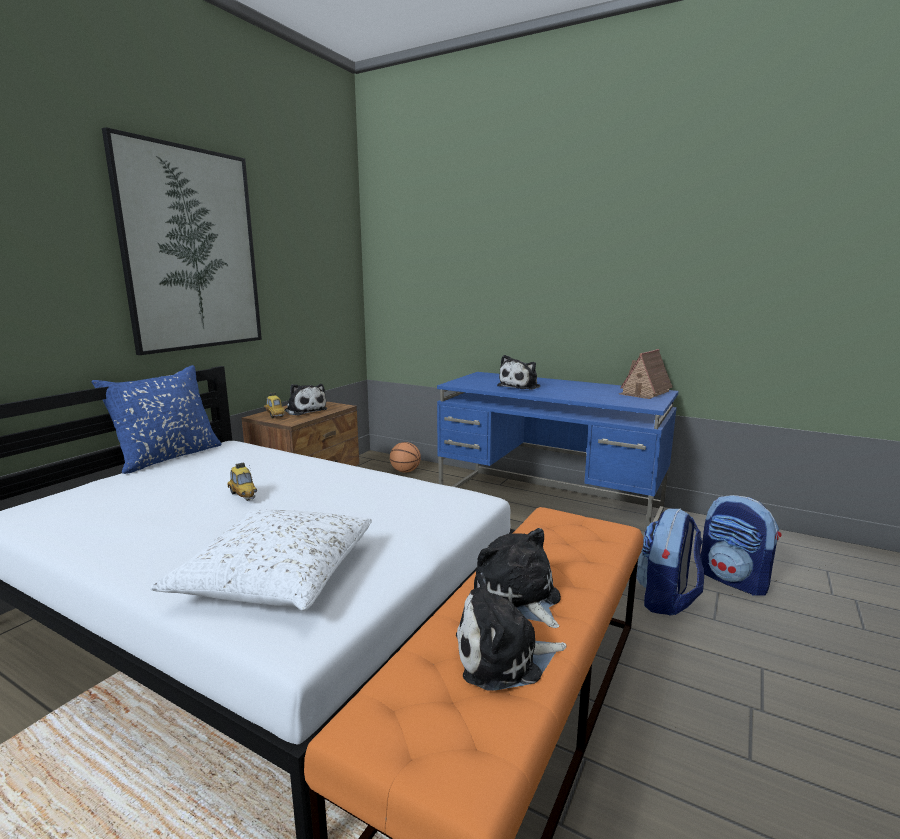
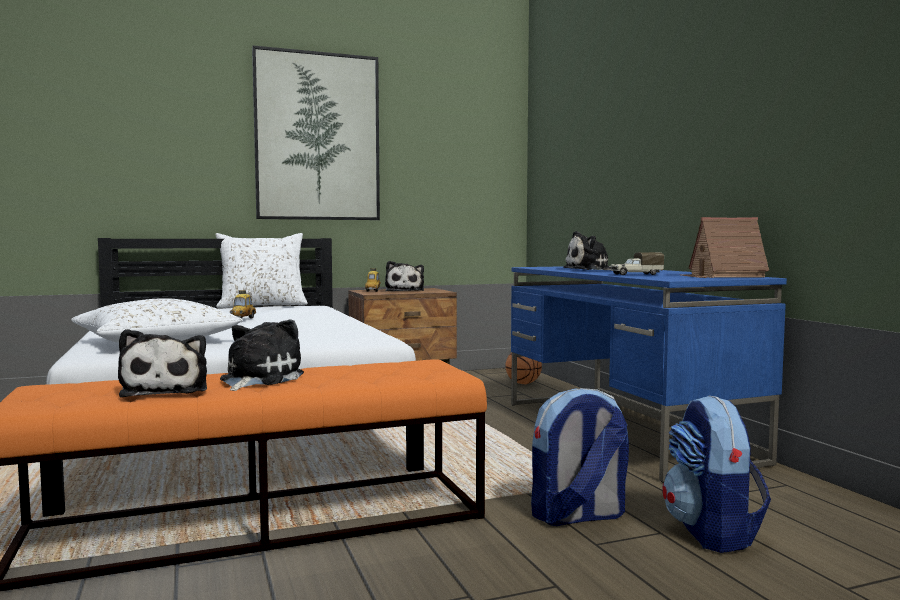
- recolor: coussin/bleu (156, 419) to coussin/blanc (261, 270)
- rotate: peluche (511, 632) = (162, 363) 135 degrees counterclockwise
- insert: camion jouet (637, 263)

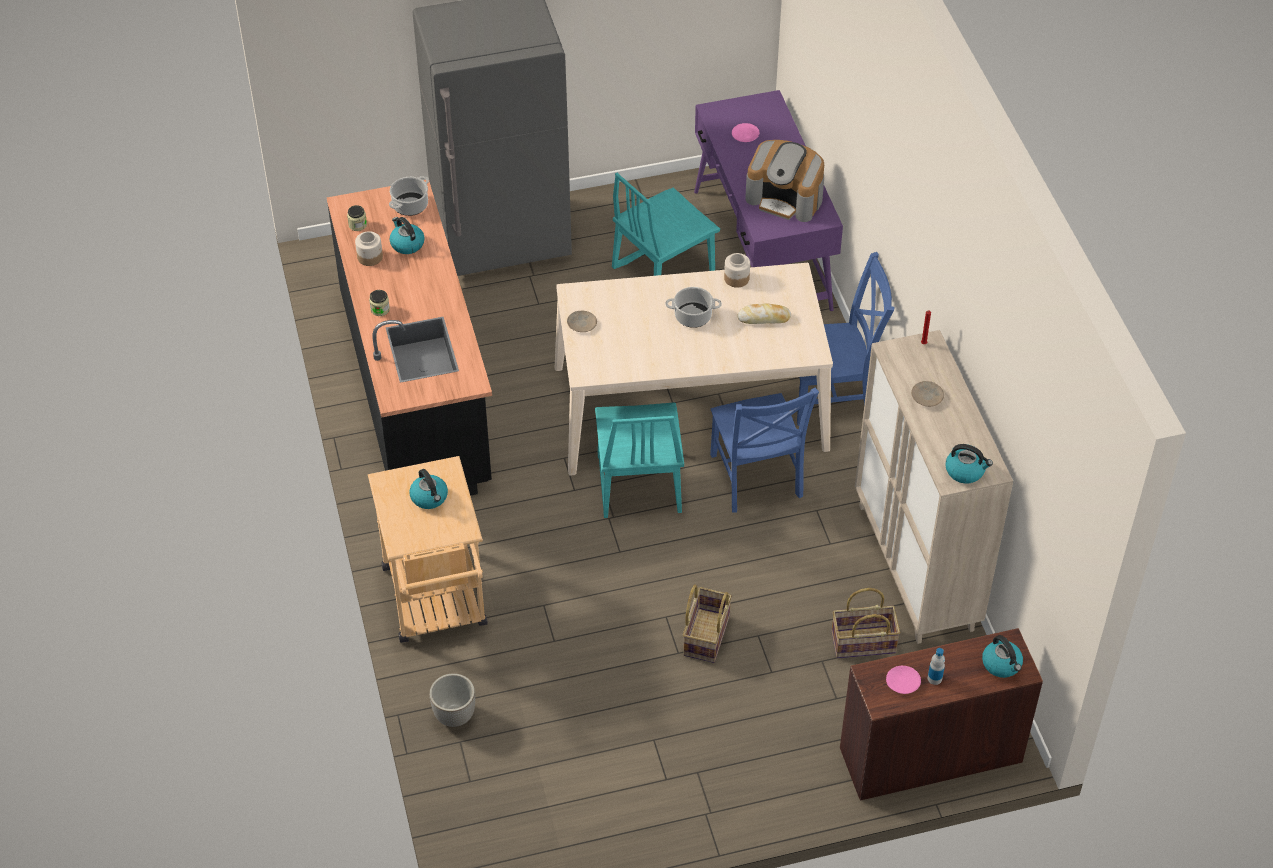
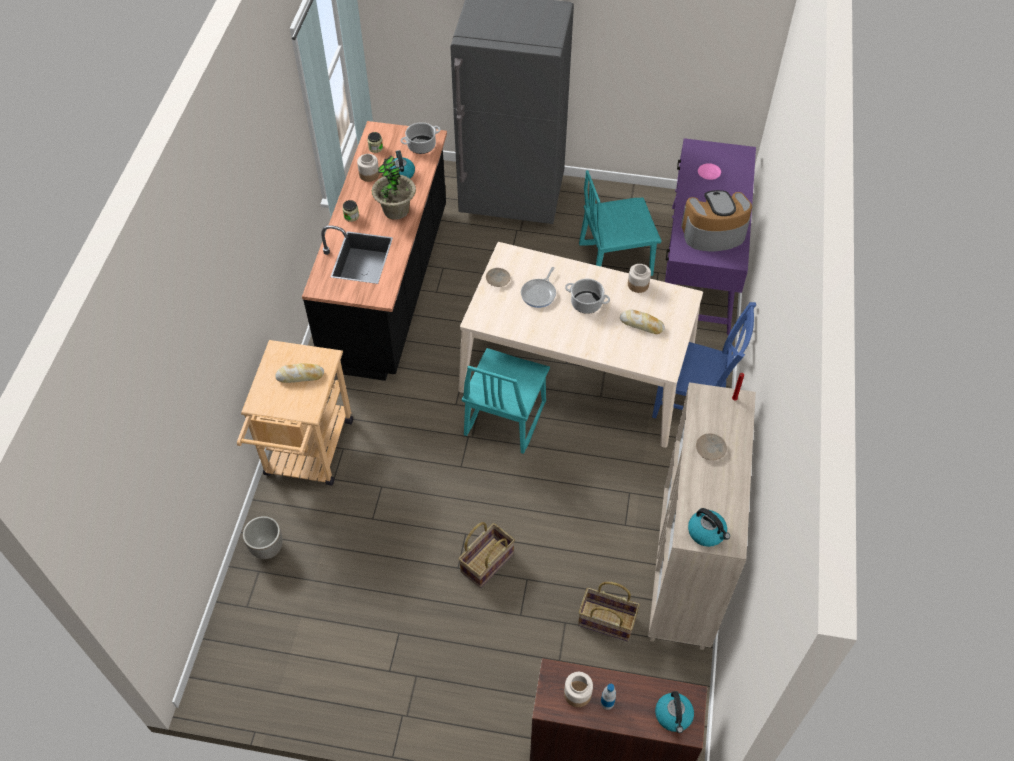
- rotate: machine à café (784, 181) = (716, 220) 120 degrees clockwise
- delete: chaise/bleu (764, 450)
- replace: bouilloire (428, 489) to pain (299, 373)
- replace: assiette/rose (903, 680) to bocal (578, 689)
- insert: plante en pot (394, 188)
- insert: poêle (538, 287)

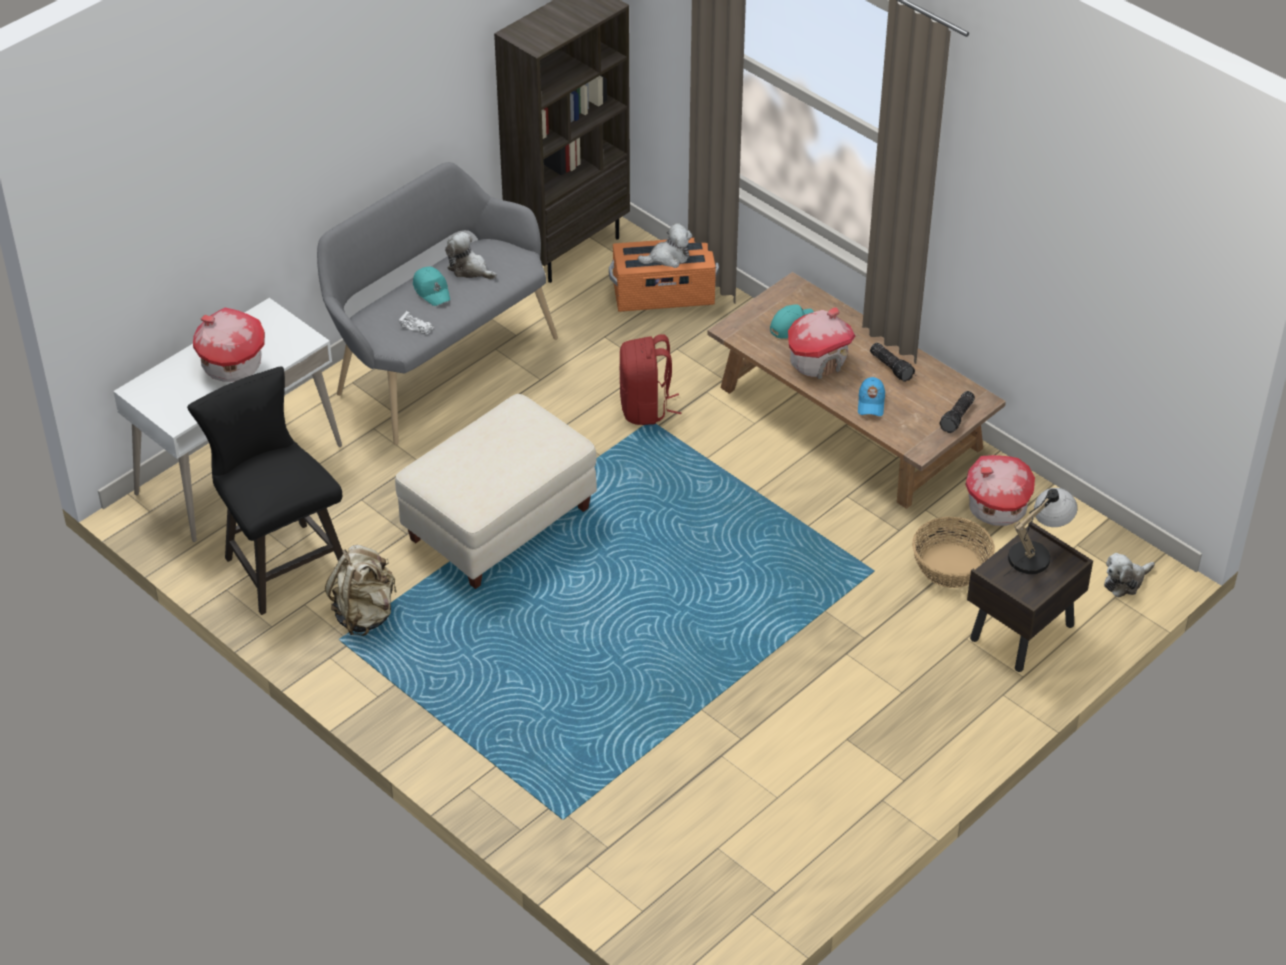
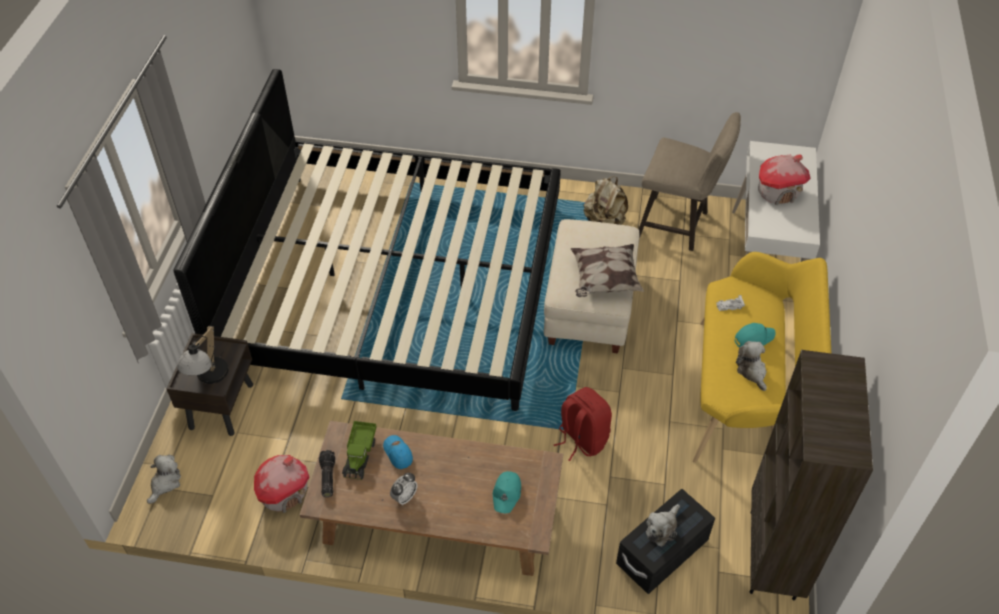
- recolor: banc/gris (437, 303) to banc/jaune (762, 357)
- rotate: peluche (471, 255) = (751, 366) 105 degrees counterclockwise
- recolor: boîte de rangement/orange (664, 275) to boîte de rangement/noir (665, 541)
- rotate: casquette/turquoise (431, 286) = (755, 335) 135 degrees clockwise
- delete: maison miniature (821, 343)
- replace: lampe de poche (892, 362) to réveil (403, 489)
- recolor: tabouret/noir (265, 490) to tabouret/beige (690, 181)
- delete: panier (953, 552)
- insert: lit (367, 240)
- insert: coussin (607, 270)
- insert: camion jouet (359, 450)

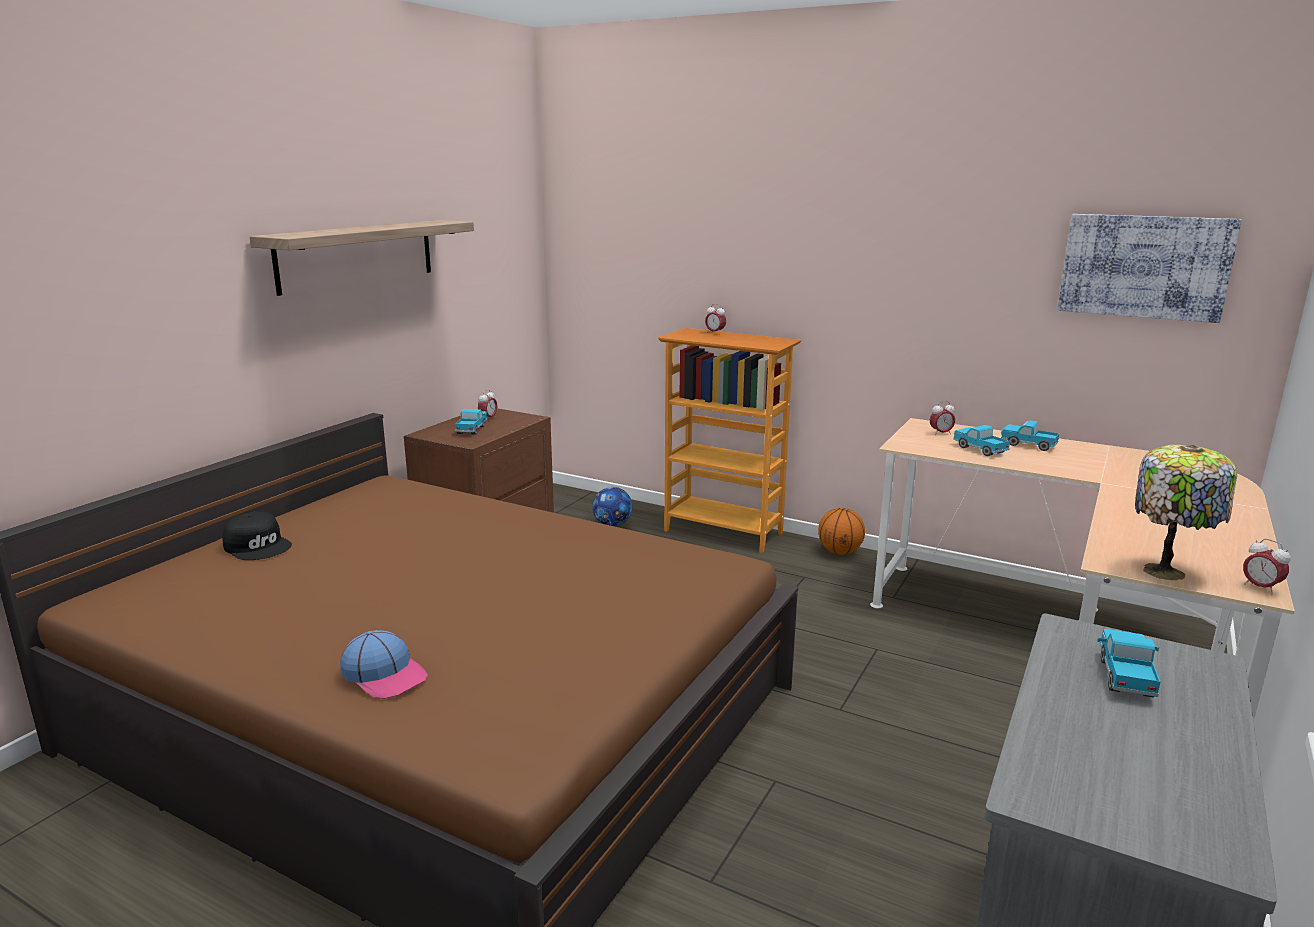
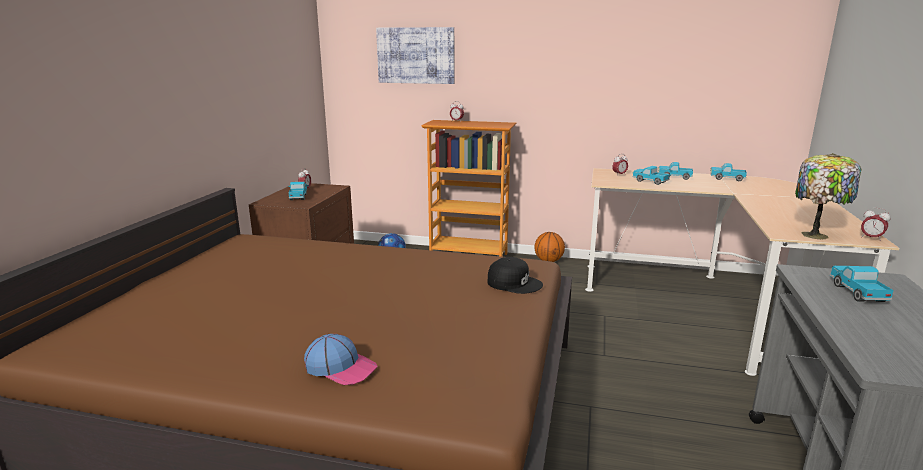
- move: tableau (1150, 268) to (415, 55)
- delete: étagère (362, 258)
- move: casquette/noir (257, 536) to (515, 275)
- insert: camion jouet (728, 172)

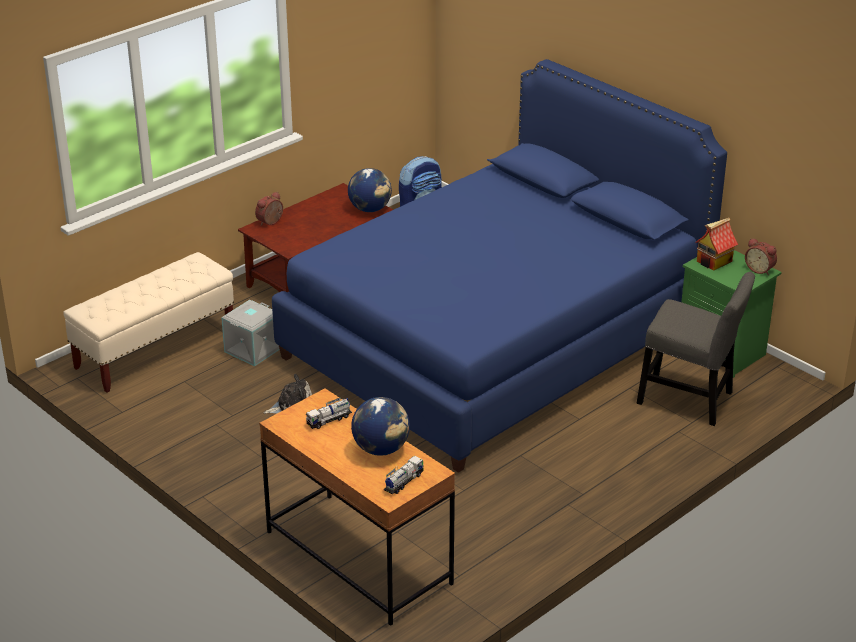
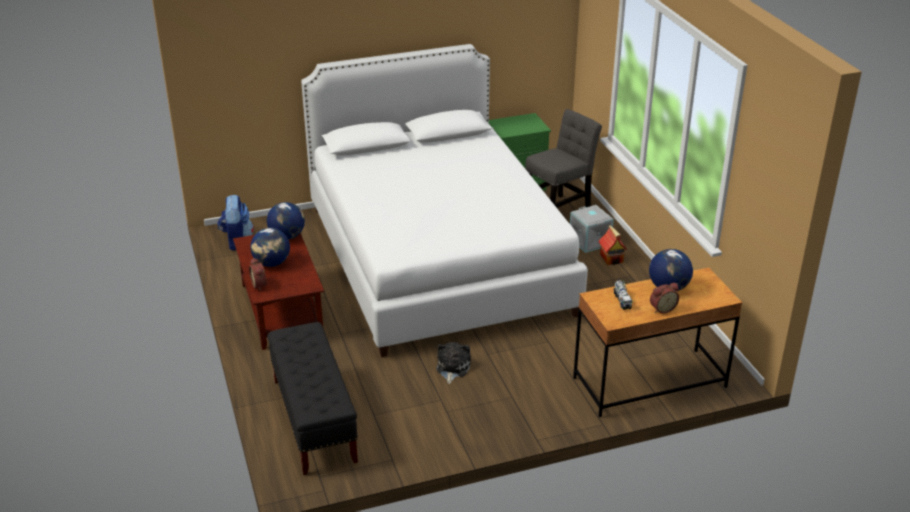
- recolor: lit/bleu (499, 266) to lit/blanc (444, 200)
- move: maison miniature (717, 244) to (612, 245)
- move: réveil (761, 256) to (664, 298)
- recolor: banc/beige (148, 322) to banc/noir (312, 398)
- move: boîte de rangement/gris (250, 333) to (592, 229)
- delete: camion jouet (404, 475)
- insert: globe (270, 247)

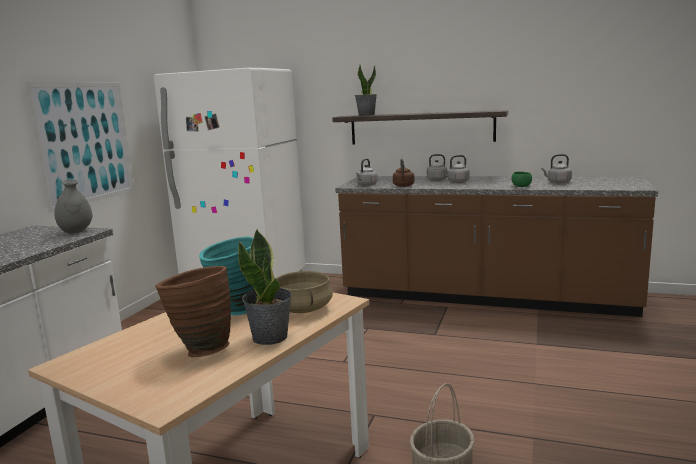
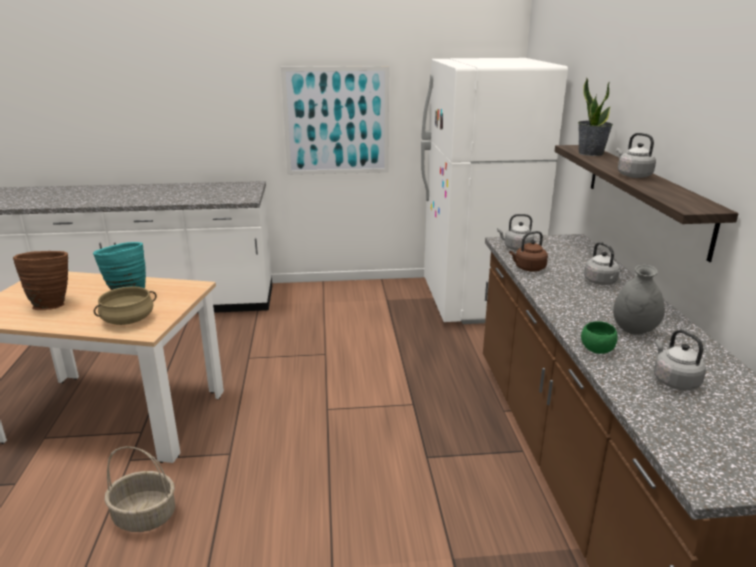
- move: bouilloire/gris (455, 169) to (636, 155)
- move: vase/gris (73, 206) to (639, 299)
- delete: plante en pot (265, 287)

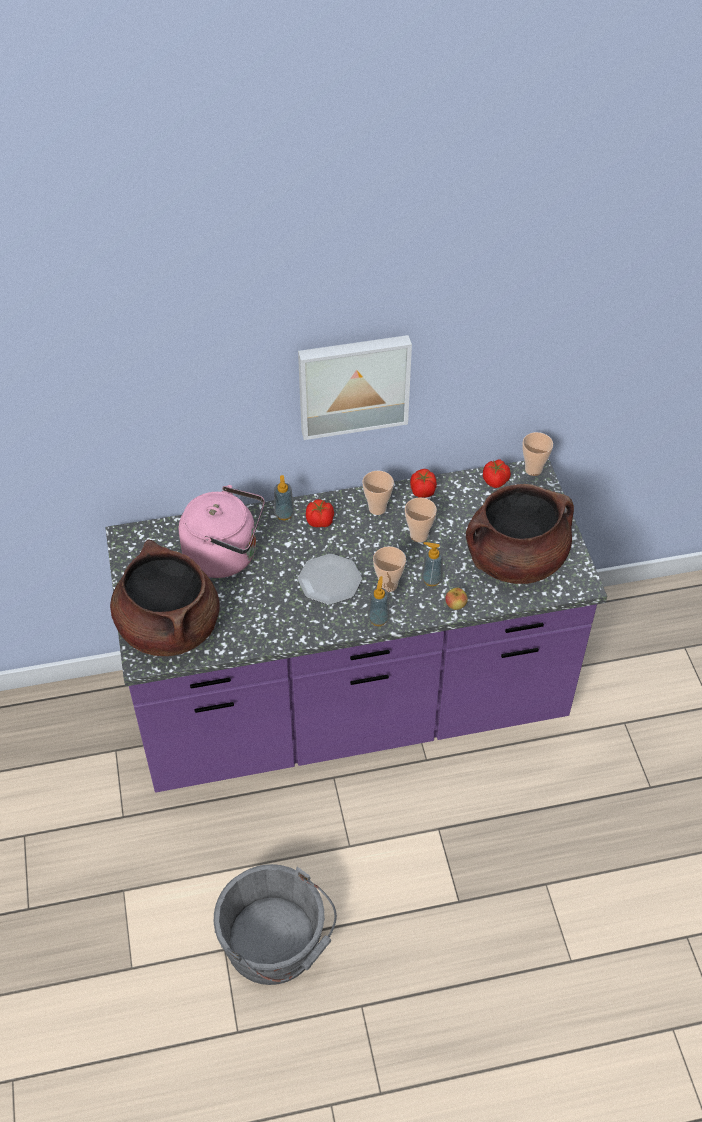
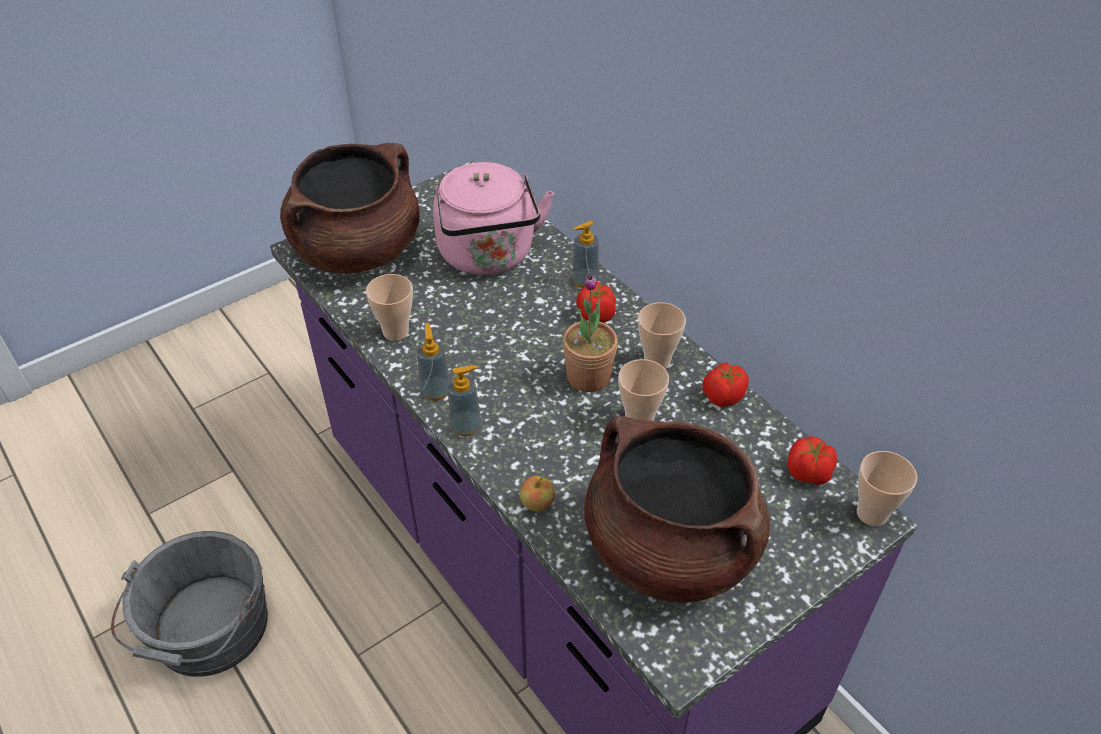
- delete: tableau (355, 387)
- move: distributeur de savon (432, 564) to (433, 362)
- move: tasse (389, 569) to (389, 307)
- delete: assiette (330, 579)
- insert: plante en pot (590, 332)

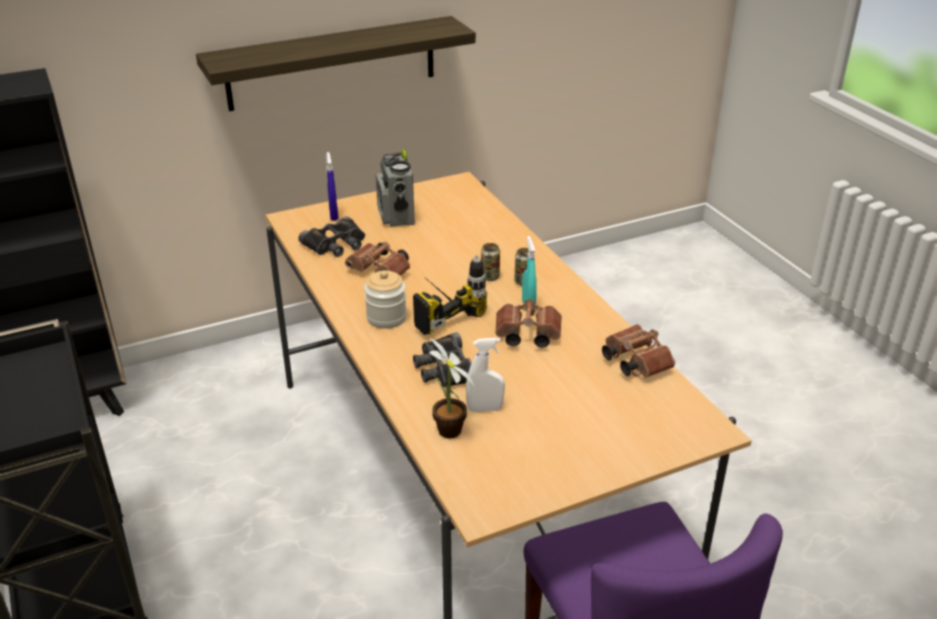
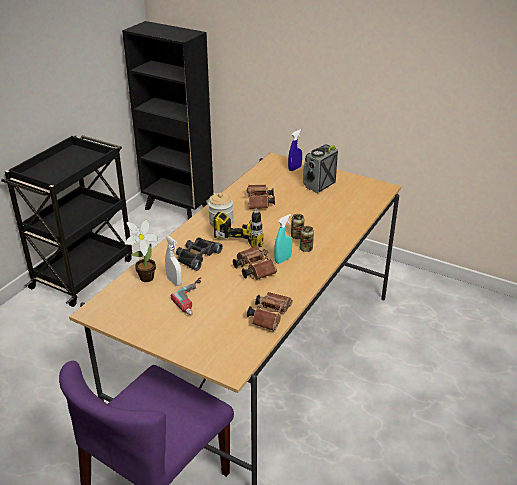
- delete: étagère (336, 63)
- delete: jumelles/noir (331, 236)
- insert: perceuse (186, 296)

